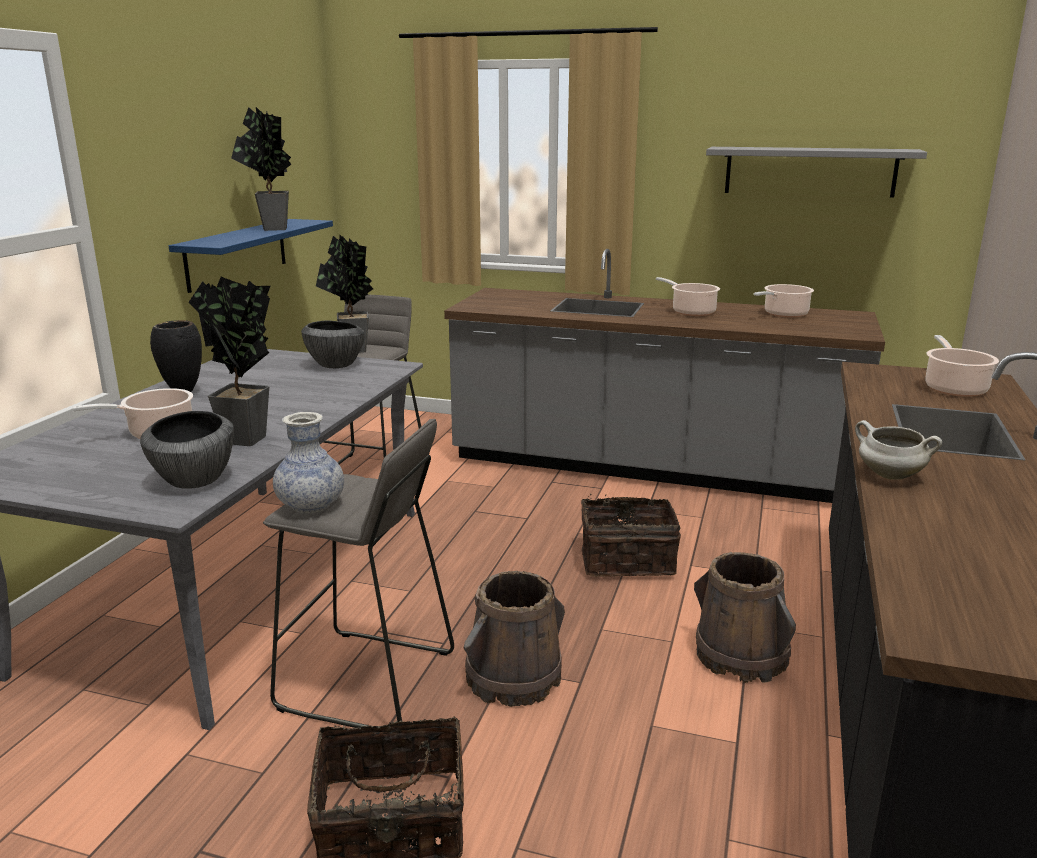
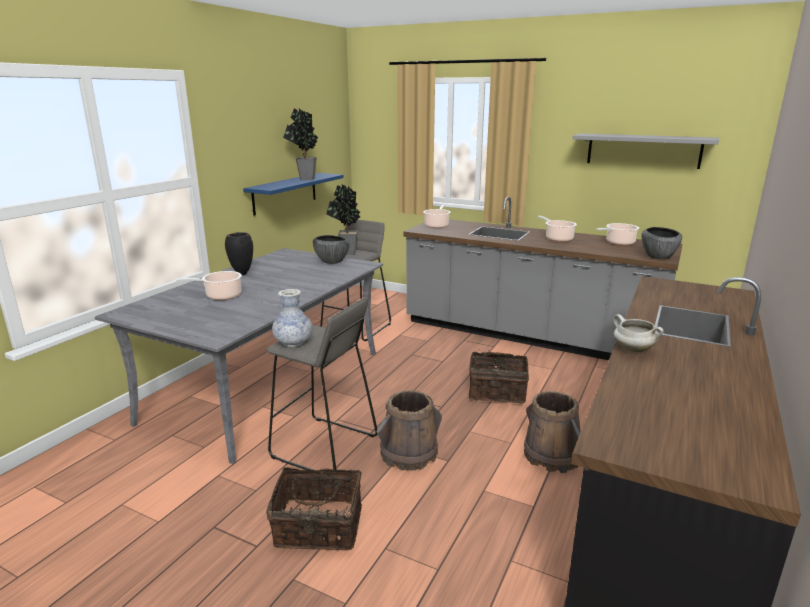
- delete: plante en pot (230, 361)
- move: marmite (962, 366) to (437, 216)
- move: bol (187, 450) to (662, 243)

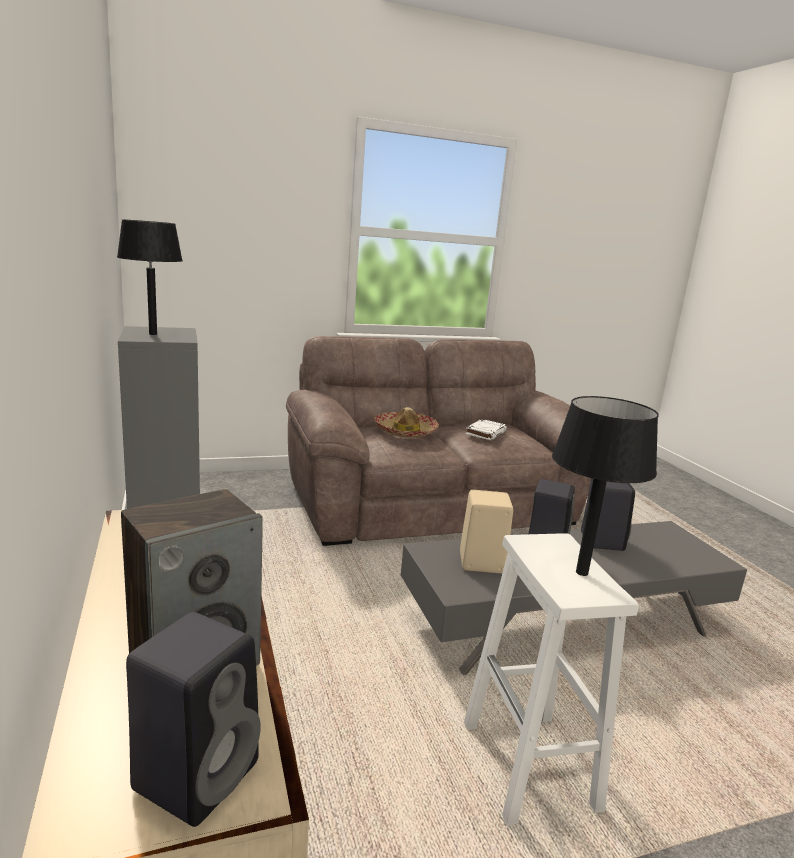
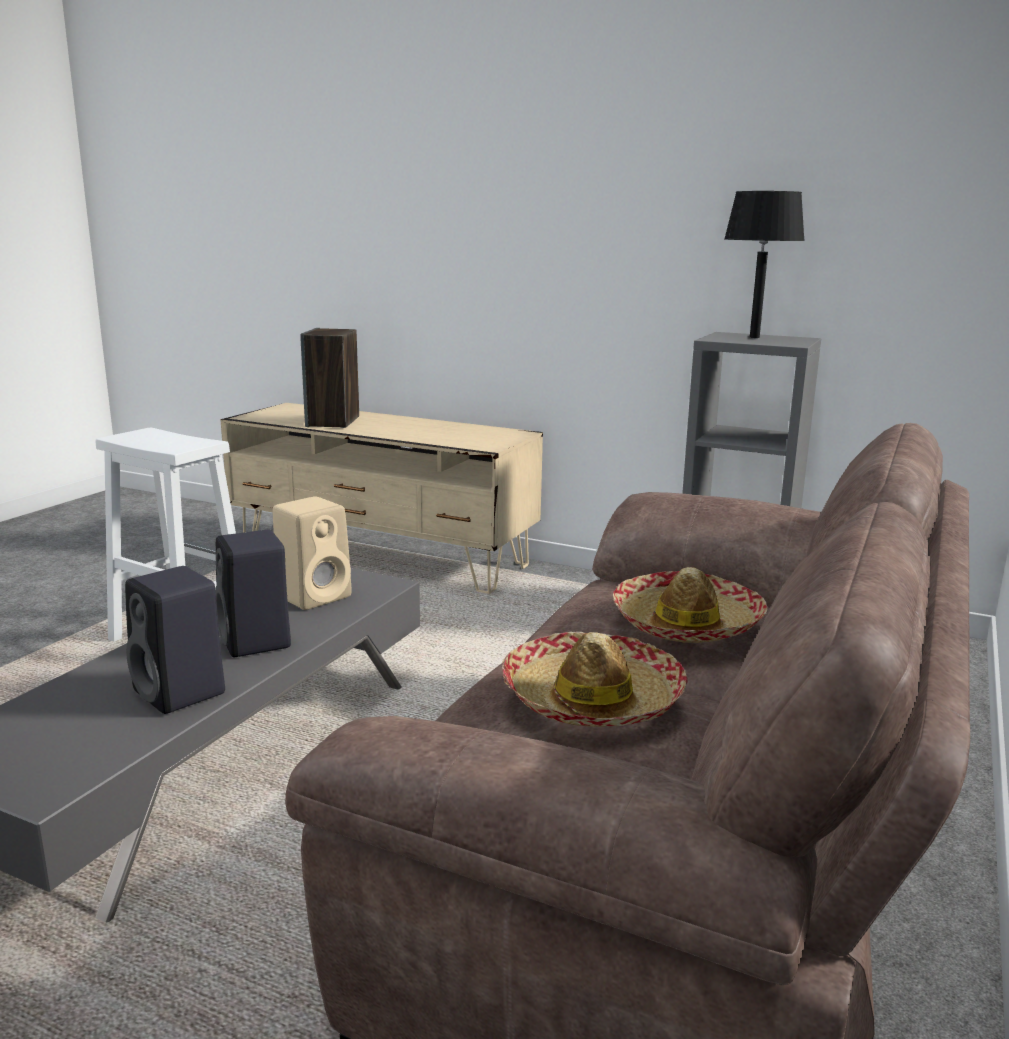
- delete: lampe de table/noir (605, 486)
- replace: livre/blanc (486, 429) to chapeau (595, 679)
- delete: enceinte/noir (193, 719)

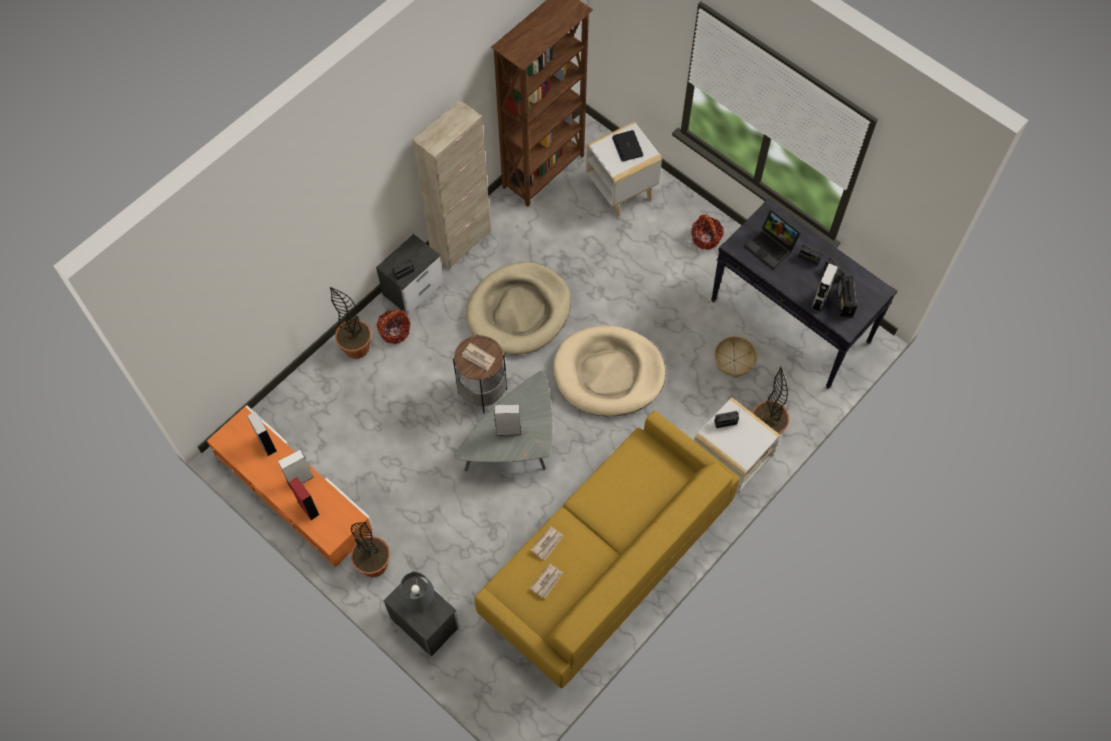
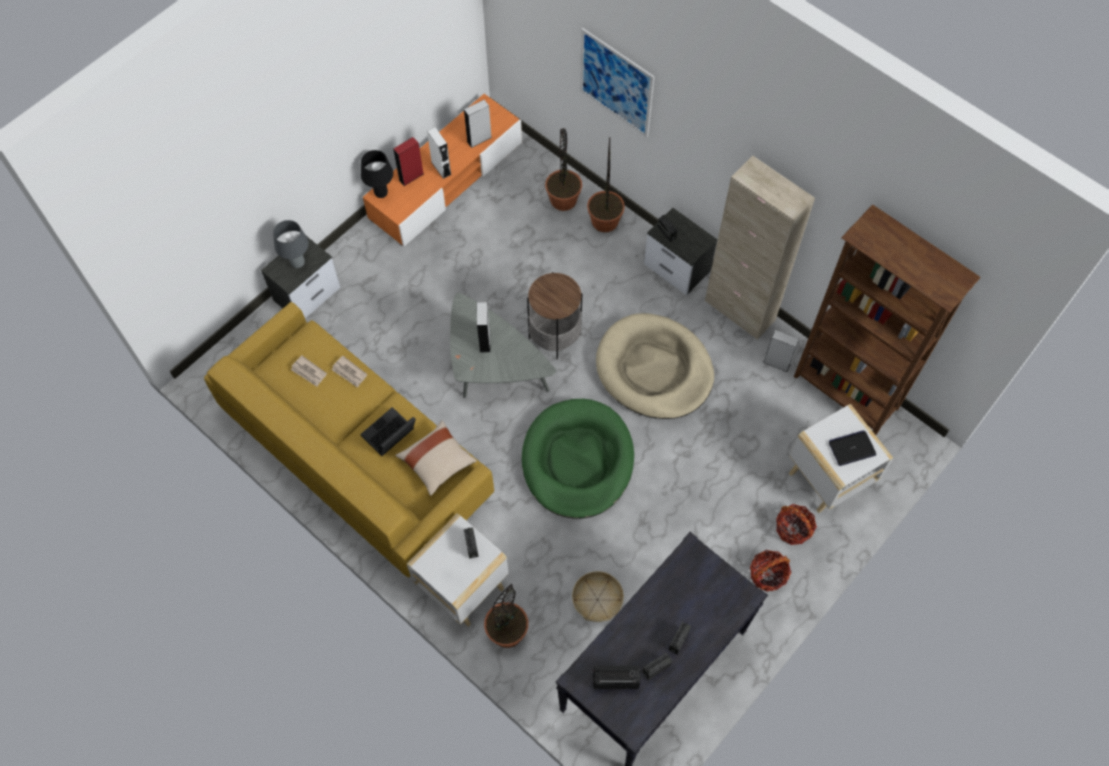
- move: ordinateur portable (772, 239) to (388, 431)
- move: enceinte/gris (824, 287) to (781, 351)
- move: panier (393, 327) to (796, 524)
- recolor: panier pour chien/beige (609, 371) to panier pour chien/vert (578, 459)
- delete: journal (478, 357)
- move: plante en pot (370, 549) to (563, 169)
- insert: tableau (617, 82)
- insert: lampe de table/noir (377, 174)
- insert: coussin/beige (436, 458)

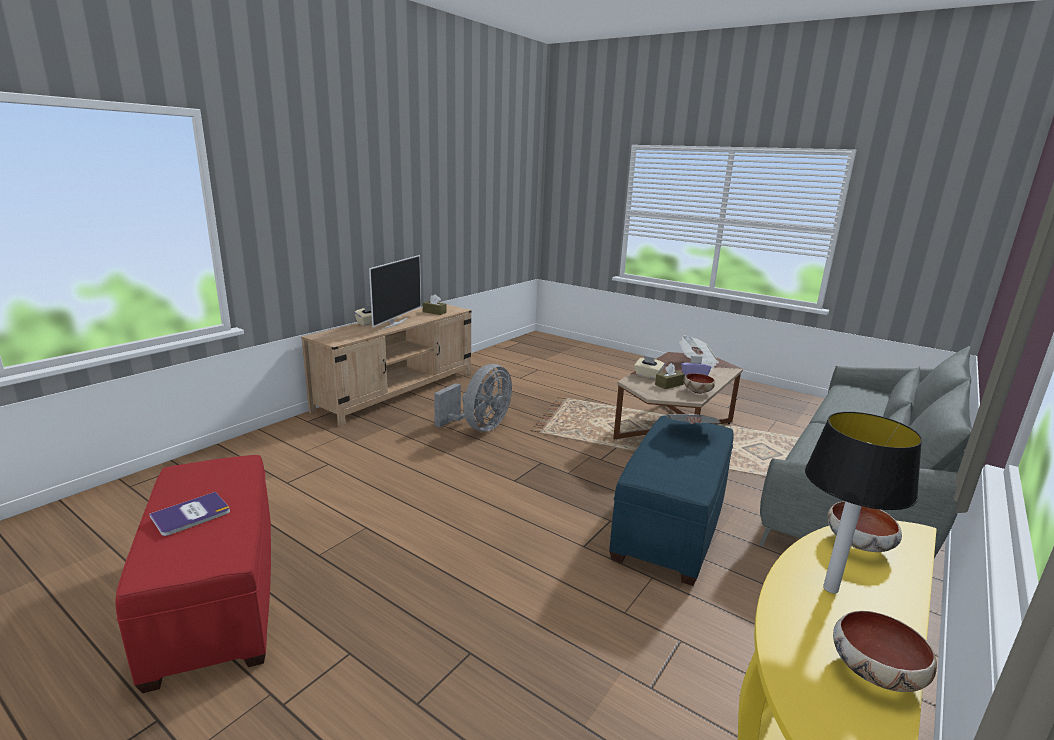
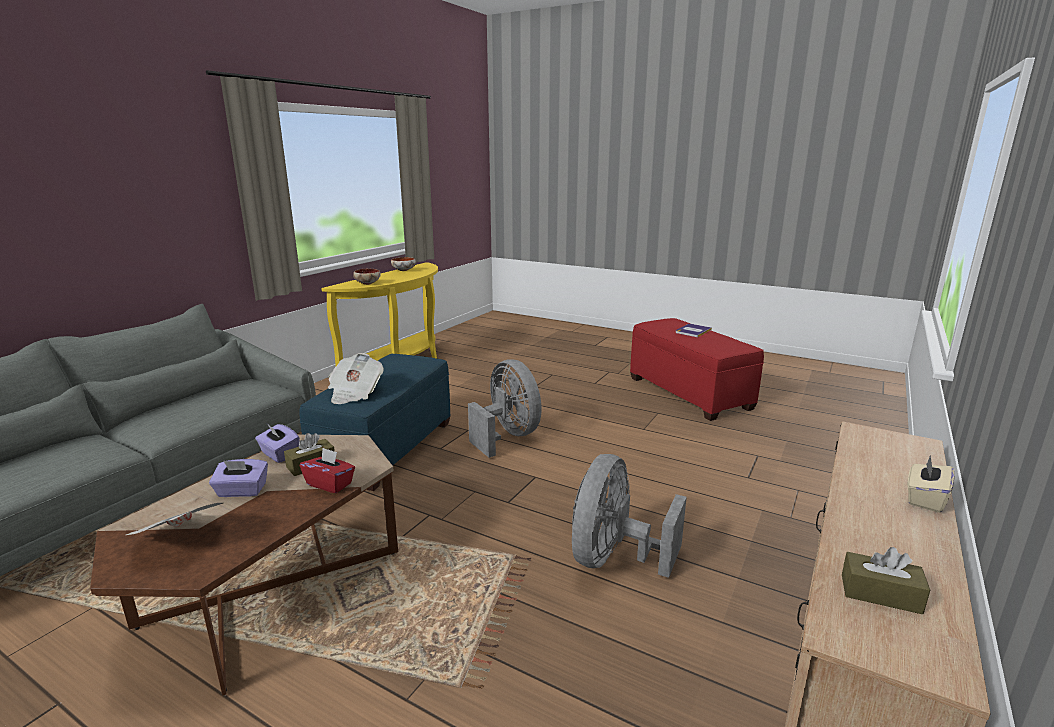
- delete: téléviseur (395, 292)
- recolor: boîte à mouchoirs/beige (649, 367) to boîte à mouchoirs/rouge (327, 470)
- replace: bol (699, 383) to boîte à mouchoirs/violet (277, 443)
- delete: lampe de table (863, 503)
- insert: ventilateur/gris (505, 408)

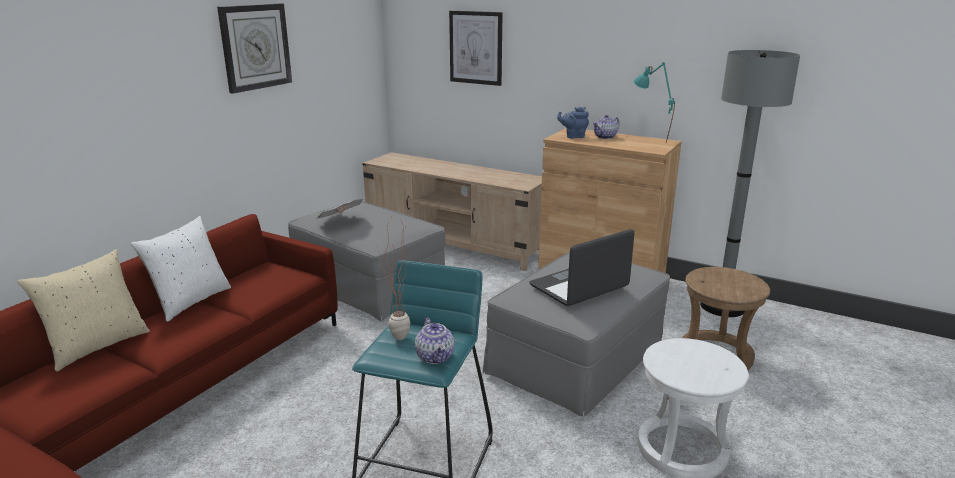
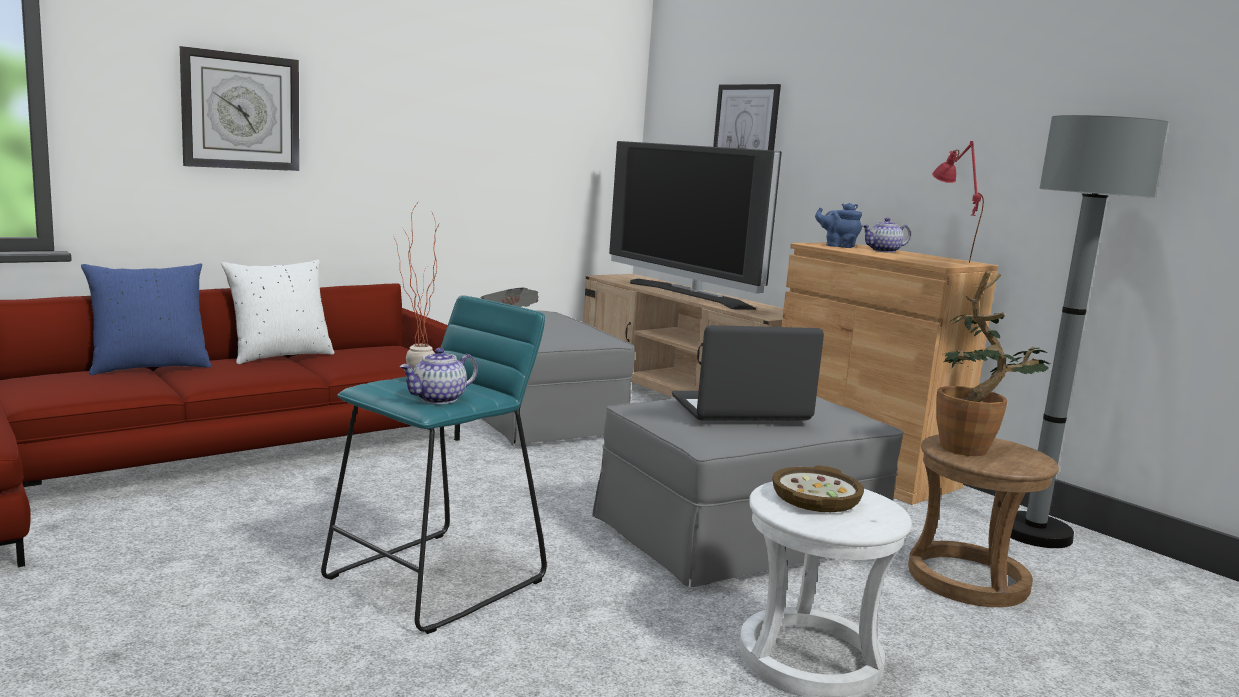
- move: horloge murale (254, 48) to (239, 108)
- recolor: lampe de table/turquoise (654, 102) to lampe de table/rouge (958, 202)
- recolor: coussin/beige (83, 310) to coussin/bleu (146, 319)
- rotate: théière (435, 341) = (438, 376) 45 degrees clockwise
- insert: téléviseur (695, 225)
- insert: plante en pot (993, 364)
- insert: bol (818, 488)

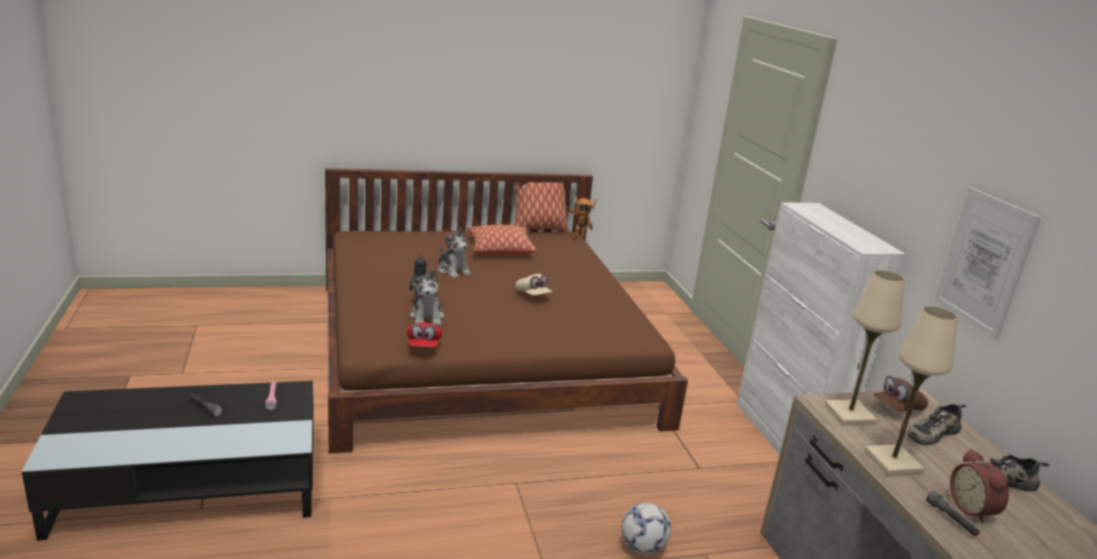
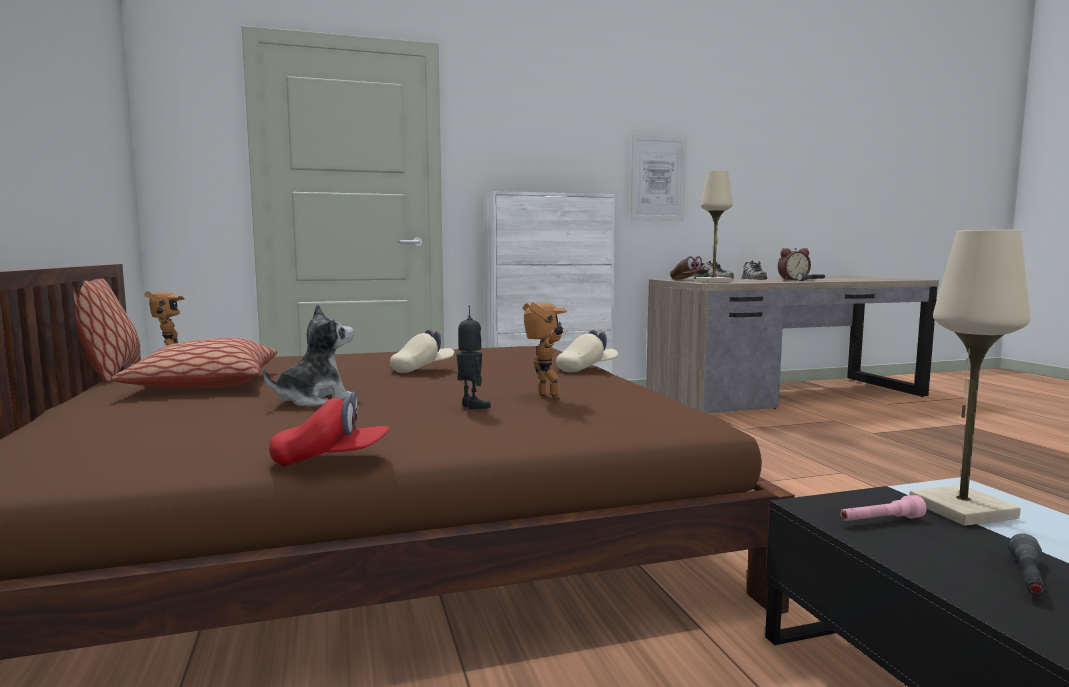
- replace: peluche (427, 298) to robot jouet (545, 352)
- move: lampe de table/beige (911, 391) to (970, 378)
- move: casquette/rouge (424, 334) to (329, 428)
- delete: ballon de foot (646, 528)
- insert: casquette/beige (587, 351)

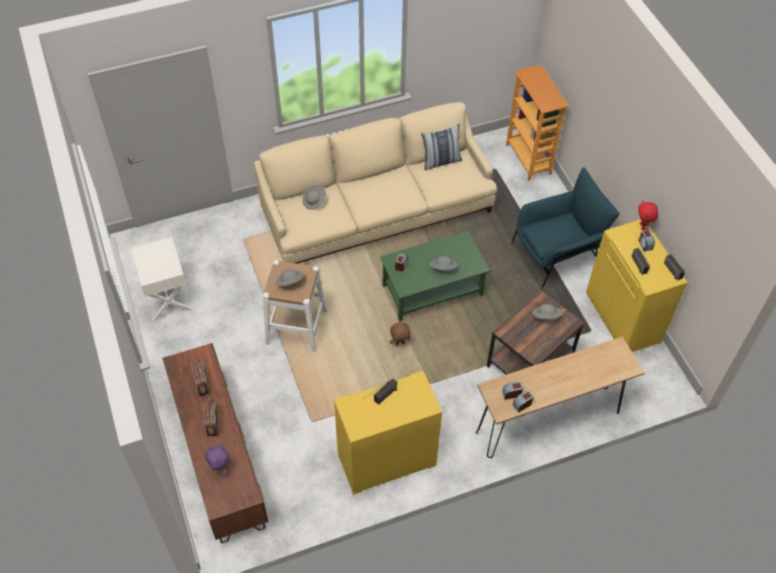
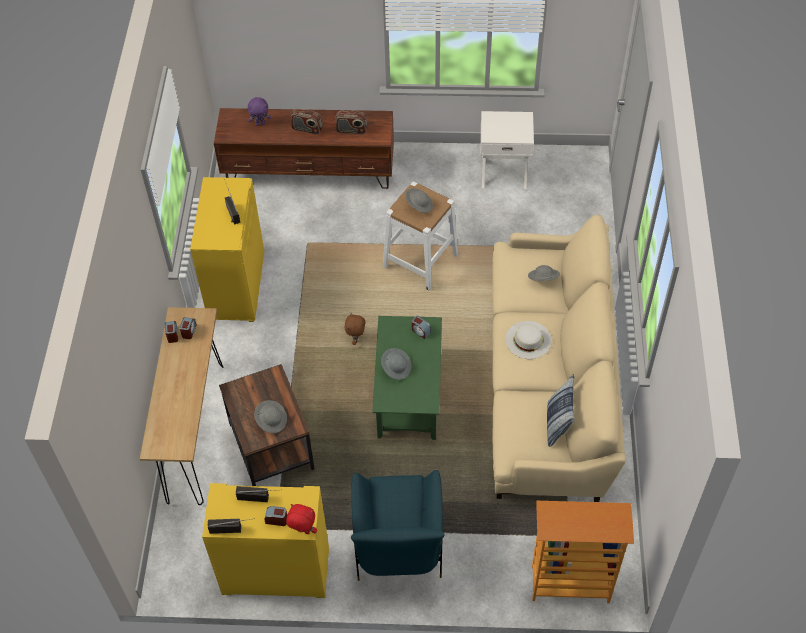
- insert: chapeau/blanc (528, 340)

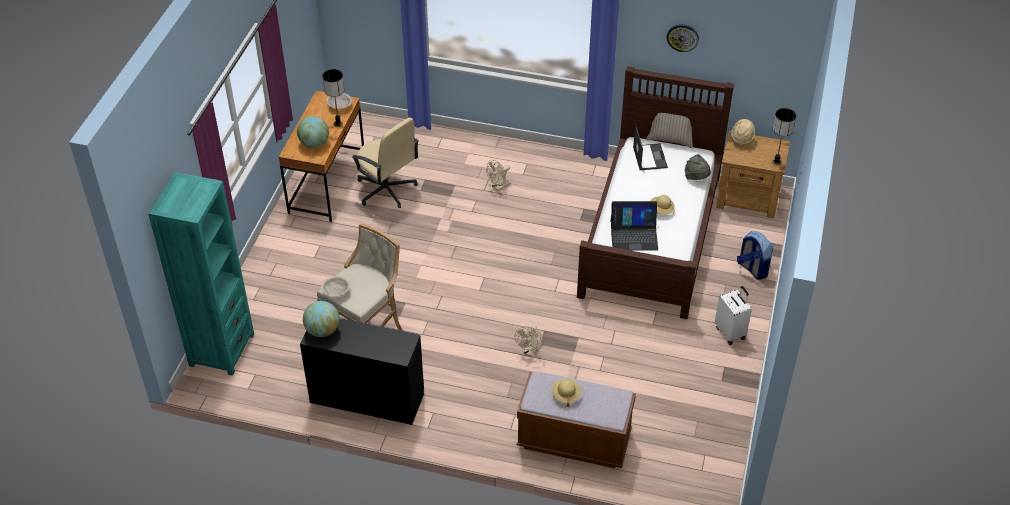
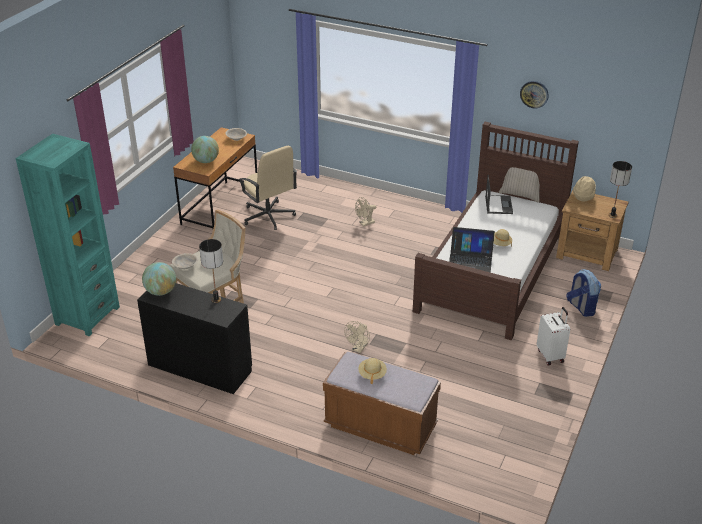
- move: lampe de table (333, 98) to (211, 271)
- delete: chapeau/gris (698, 167)

